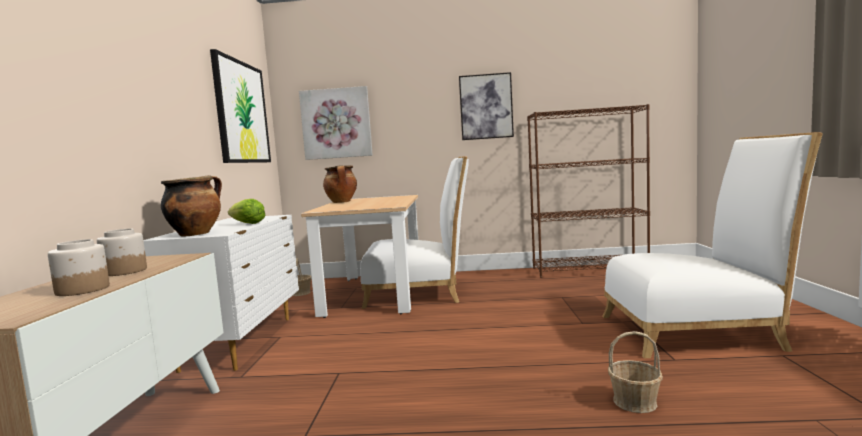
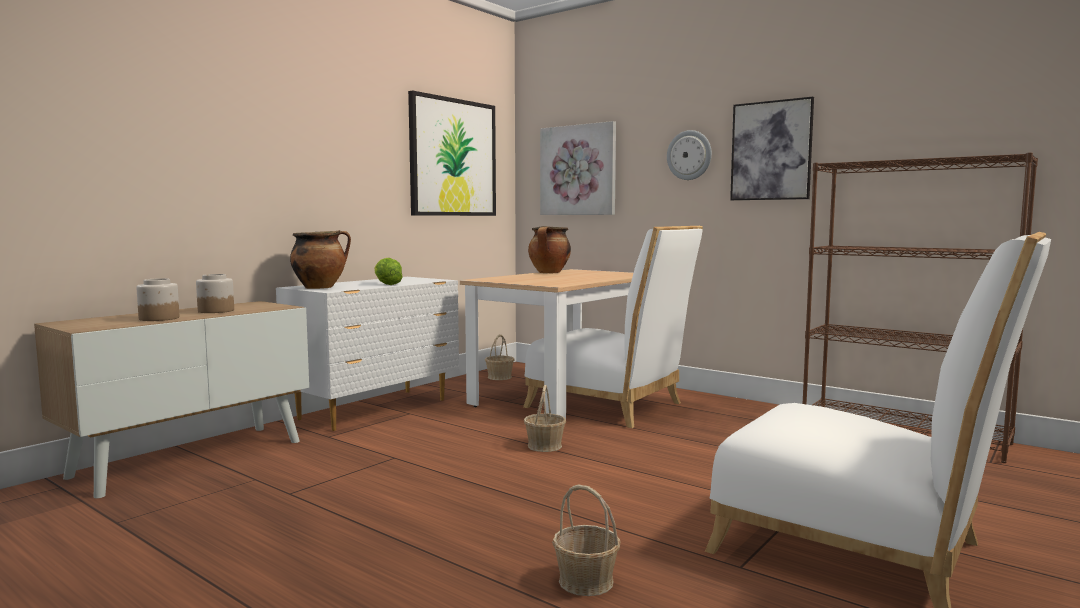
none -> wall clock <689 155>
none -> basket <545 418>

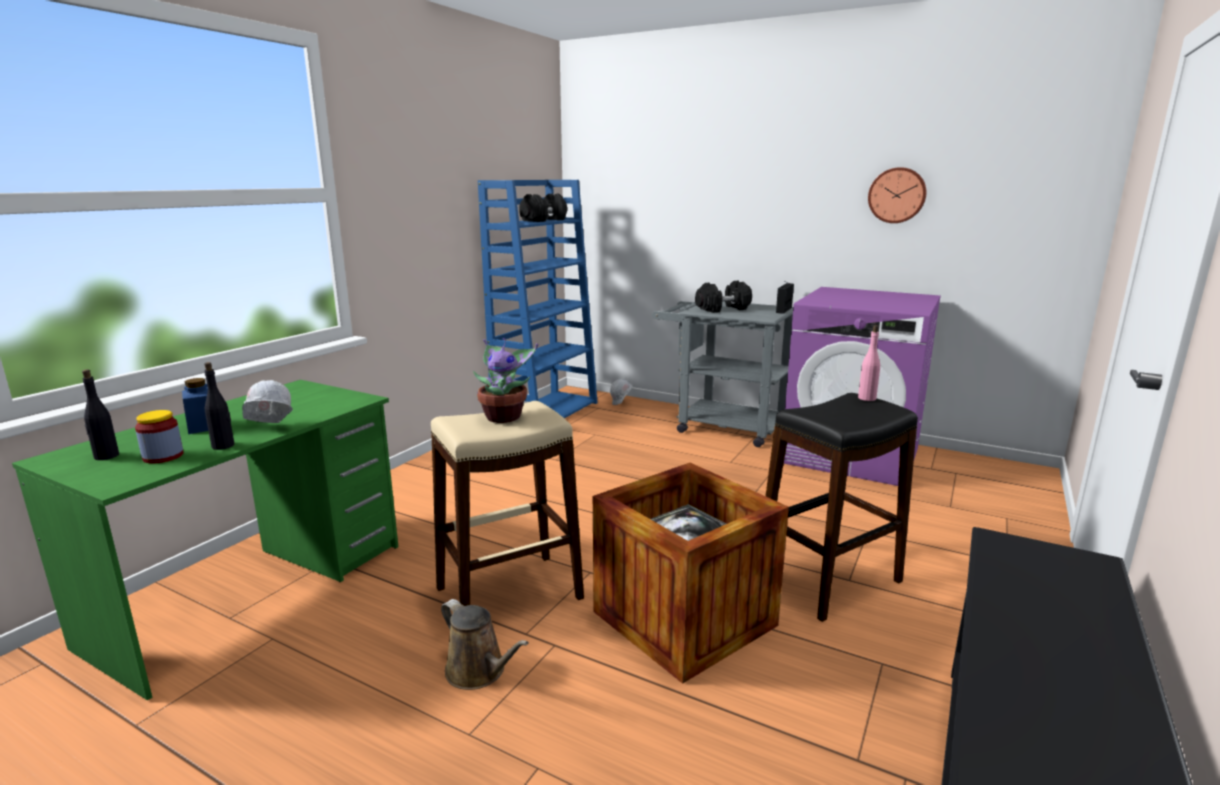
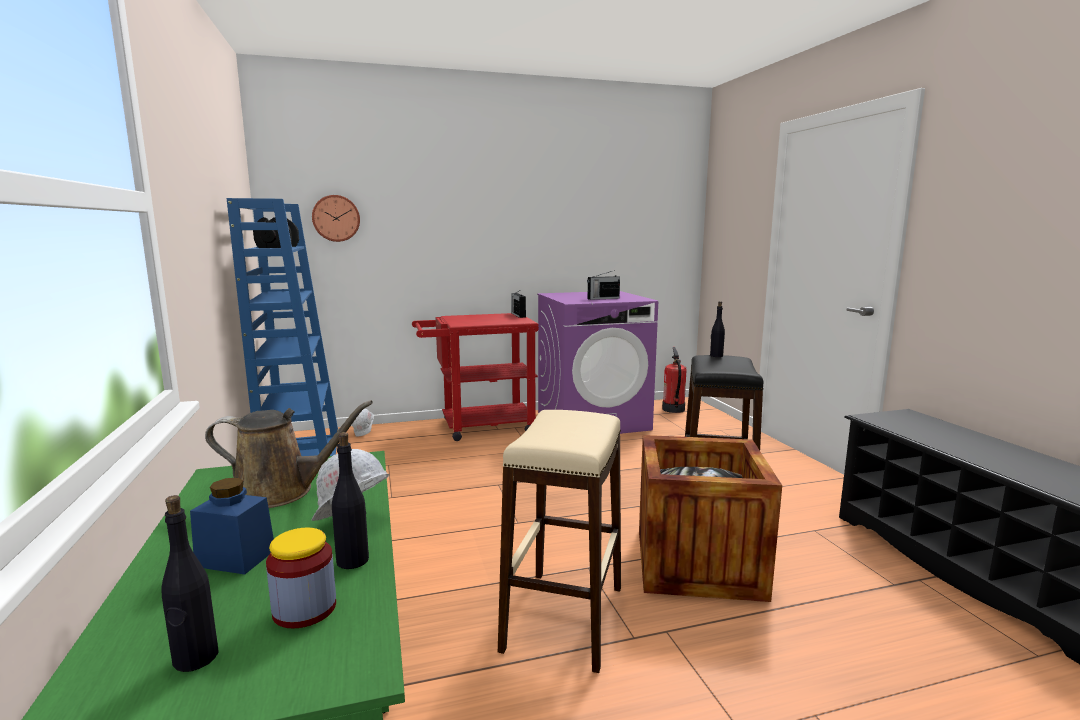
wall clock <897 195> -> wall clock <336 218>, move
black dumbbell <723 296> -> none
grey cart <722 374> -> red cart <475 377>
pink bottle <869 363> -> black bottle <717 329>
potted plant <505 380> -> none
brown watering can <485 644> -> brown watering can <289 454>, move
none -> radio <603 285>
none -> fire extinguisher <674 380>

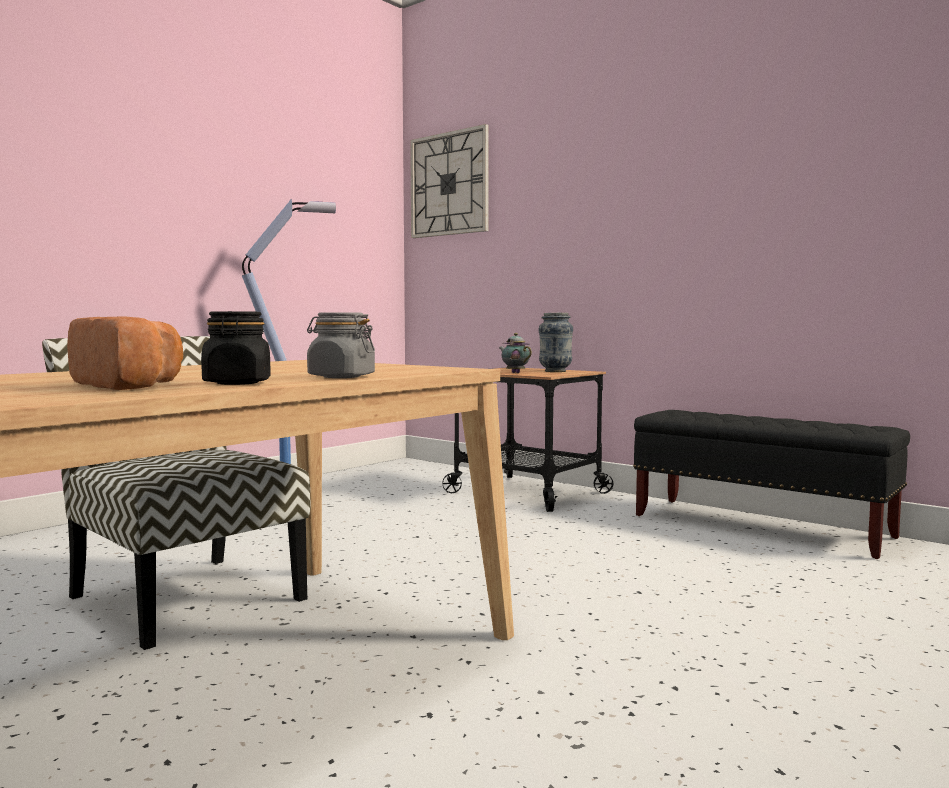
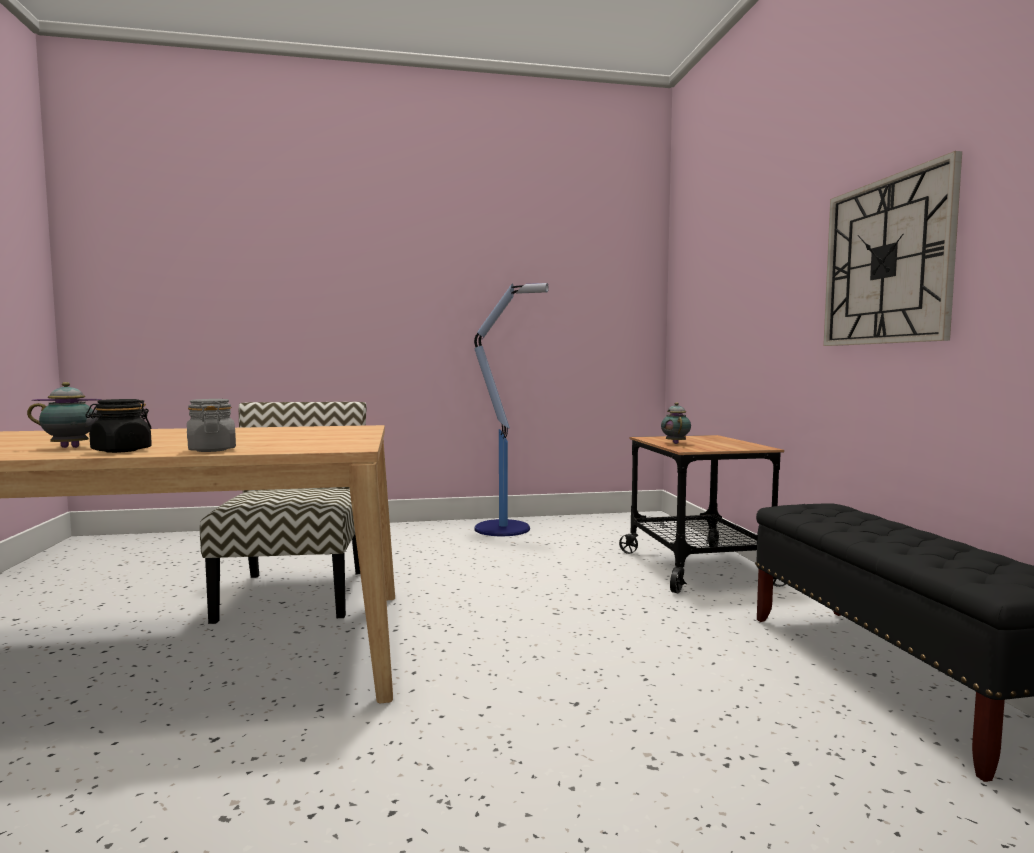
wall clock <449 181> -> wall clock <892 248>, move
vase <555 342> -> none
bread <125 353> -> teapot <64 415>

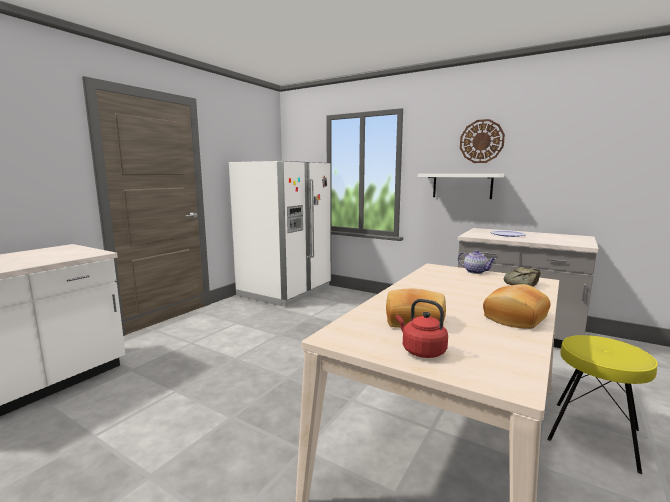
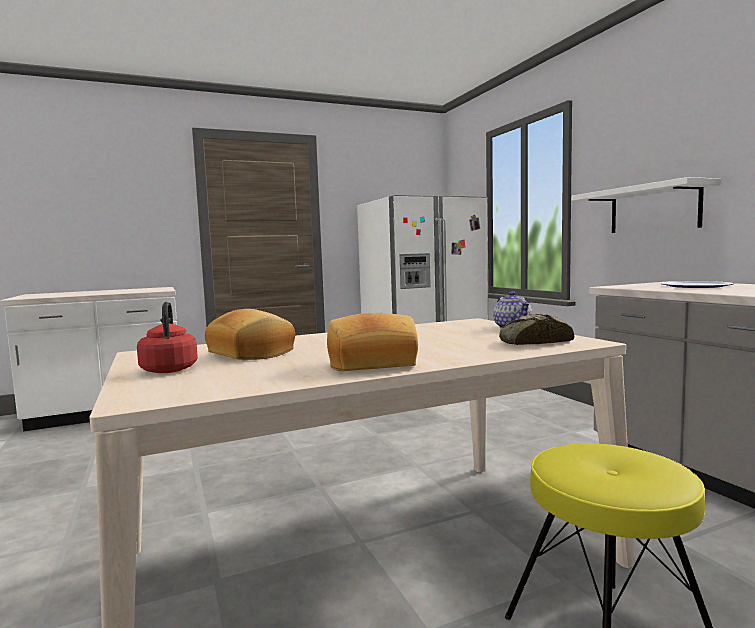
wall clock <482 141> -> none

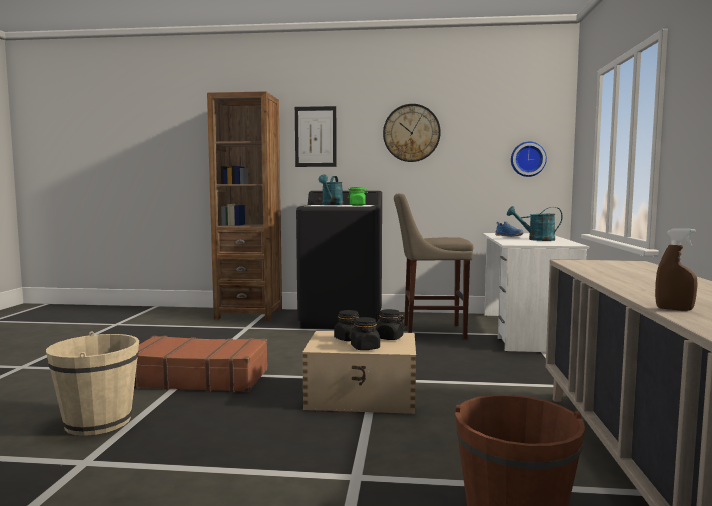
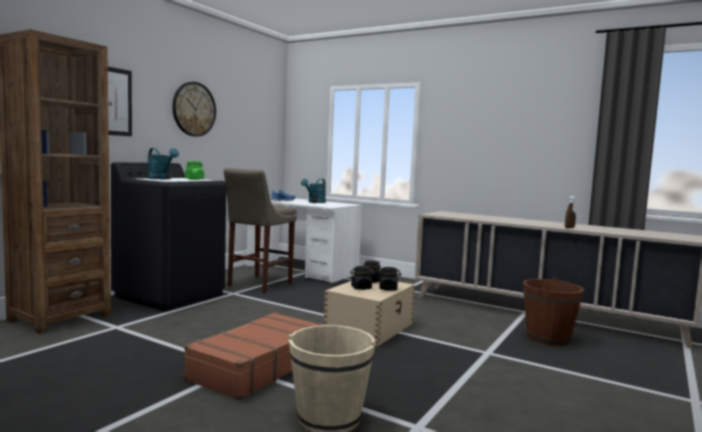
wall clock <529 159> -> none

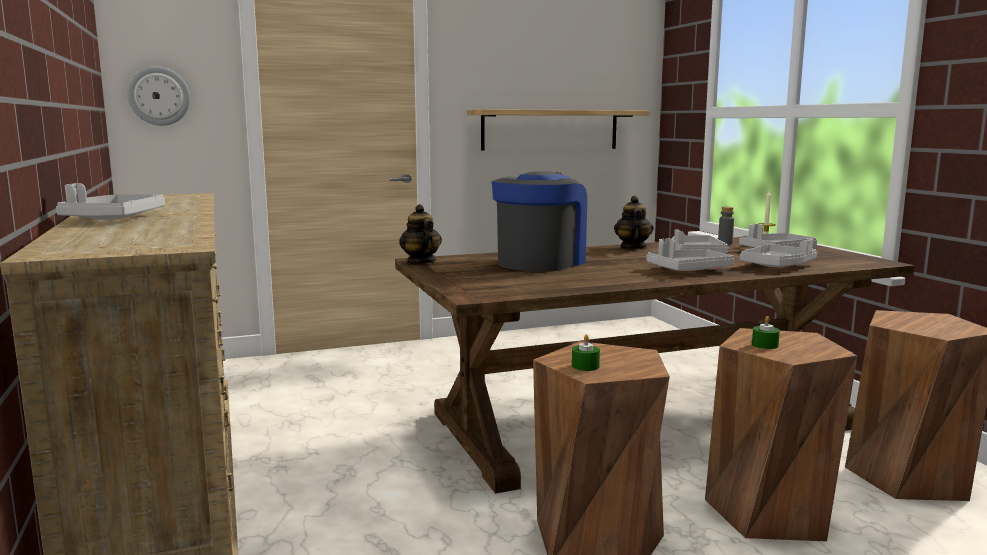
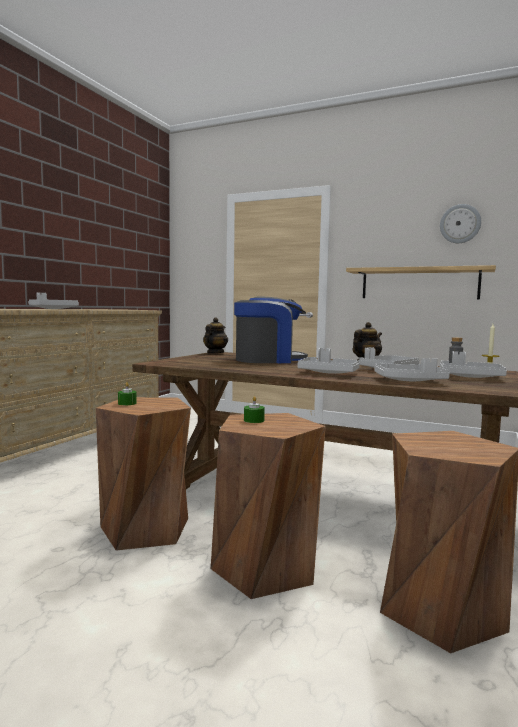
wall clock <158 96> -> wall clock <460 223>, move

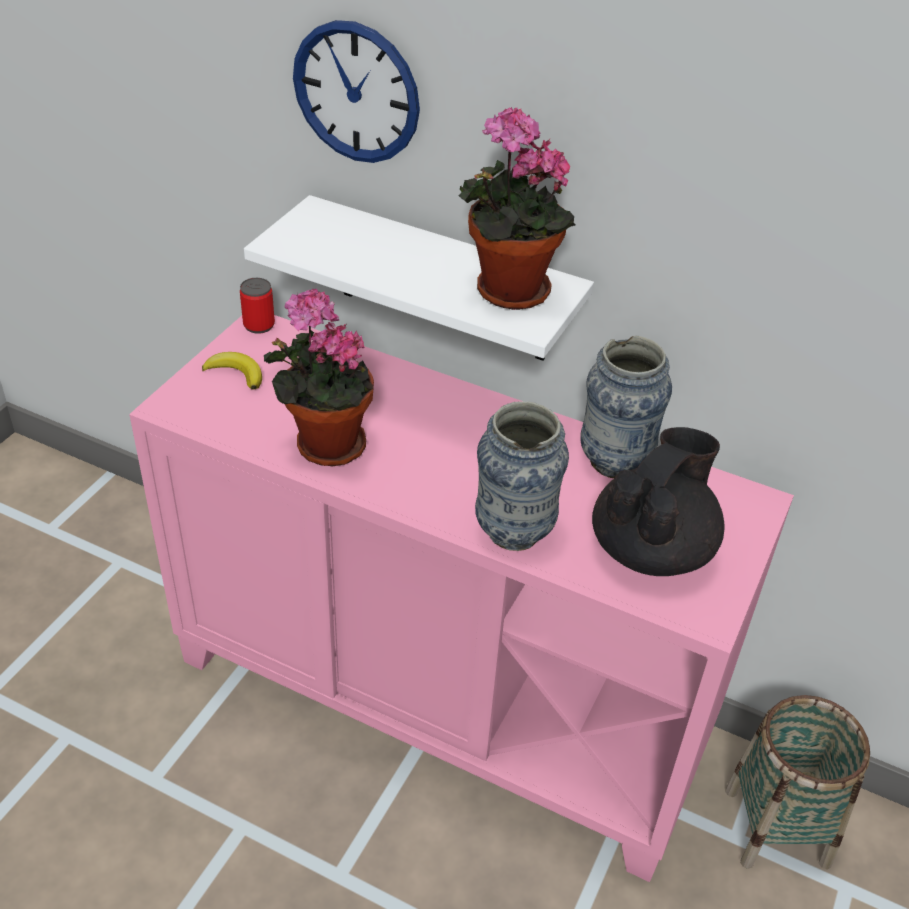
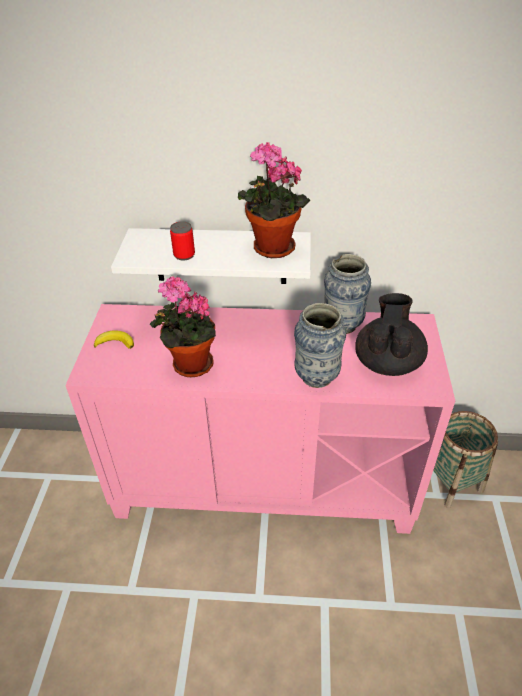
wall clock <356 91> -> none
can <257 306> -> can <182 241>, move

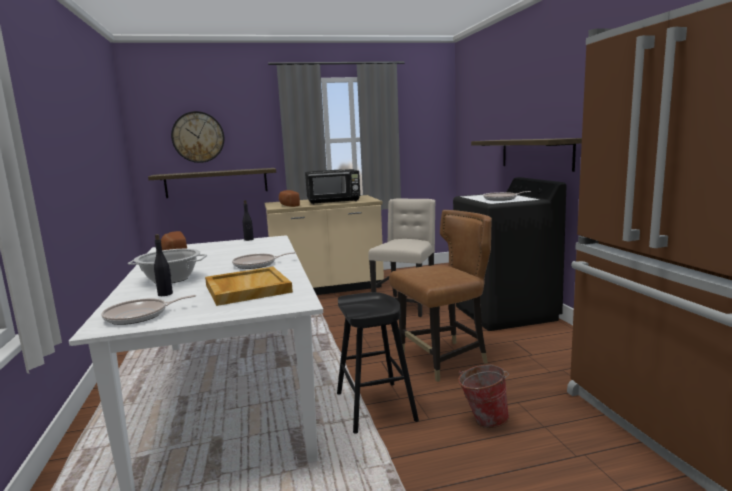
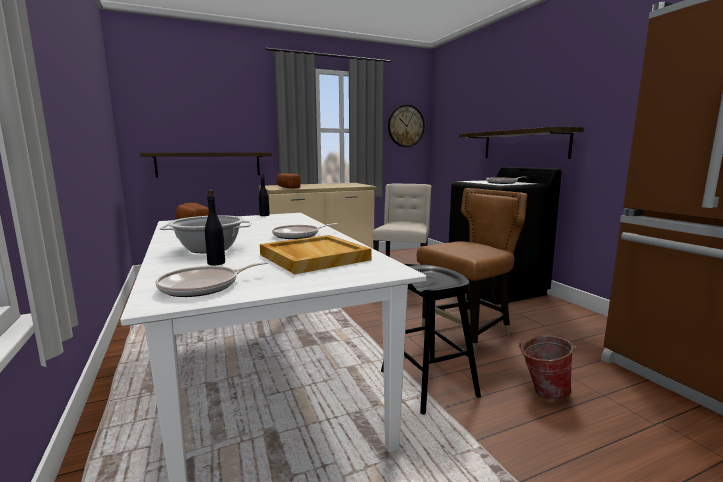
wall clock <197 137> -> wall clock <406 126>, move
black microwave <332 186> -> none

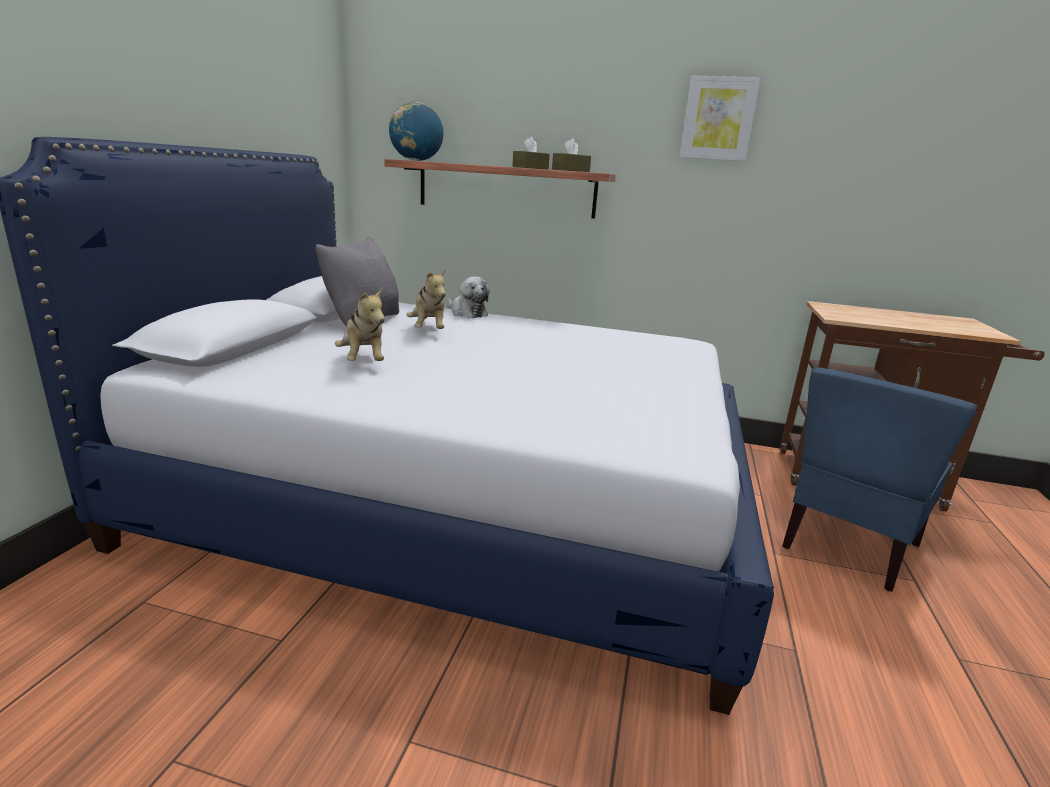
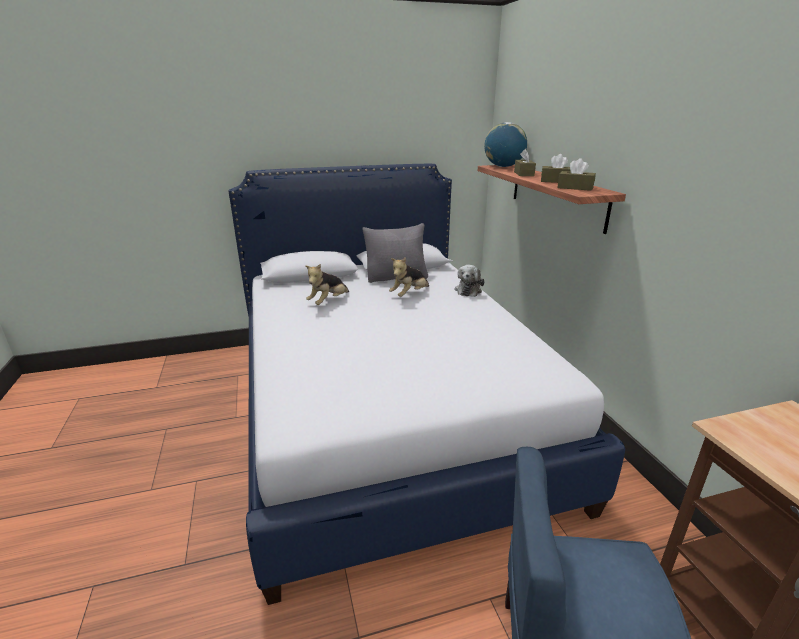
picture <720 118> -> none
none -> brown tissue box <525 162>

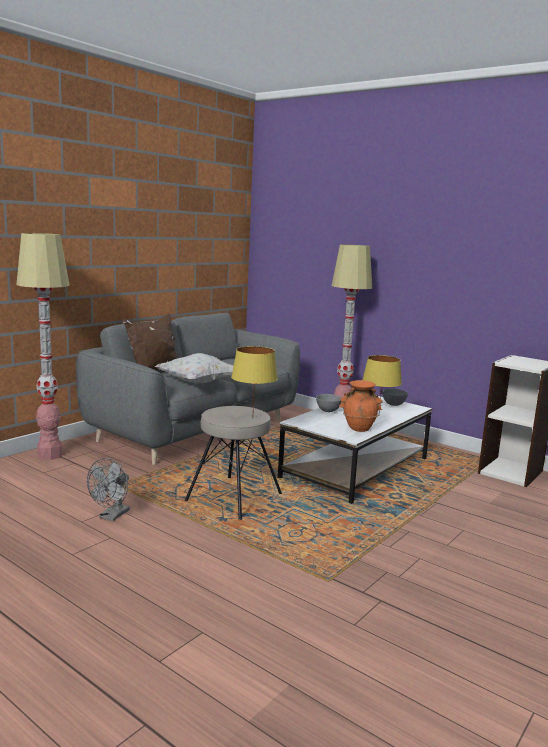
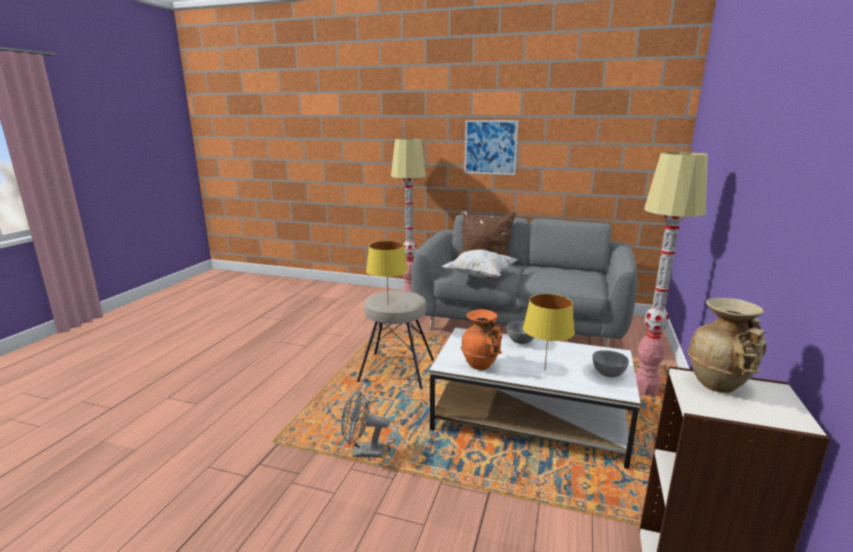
grey fan <108 489> -> grey fan <365 424>, move
none -> picture <491 147>
none -> beige vase <726 345>

